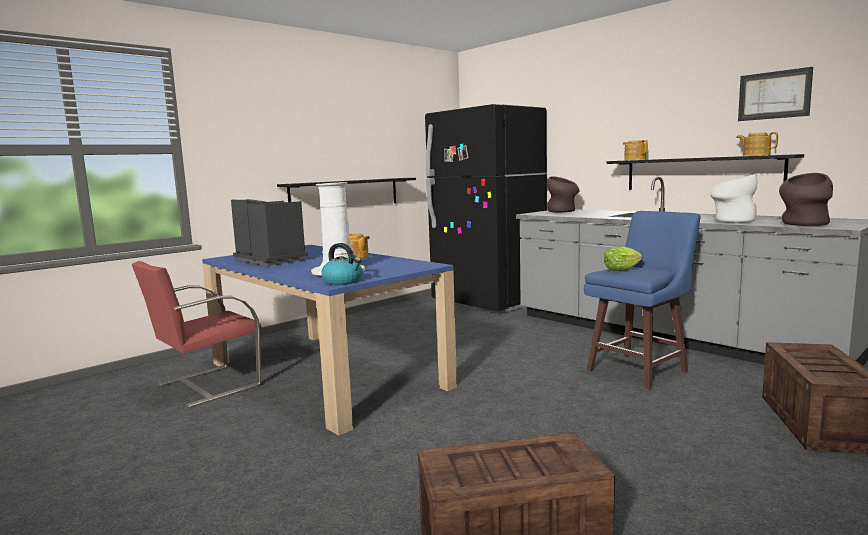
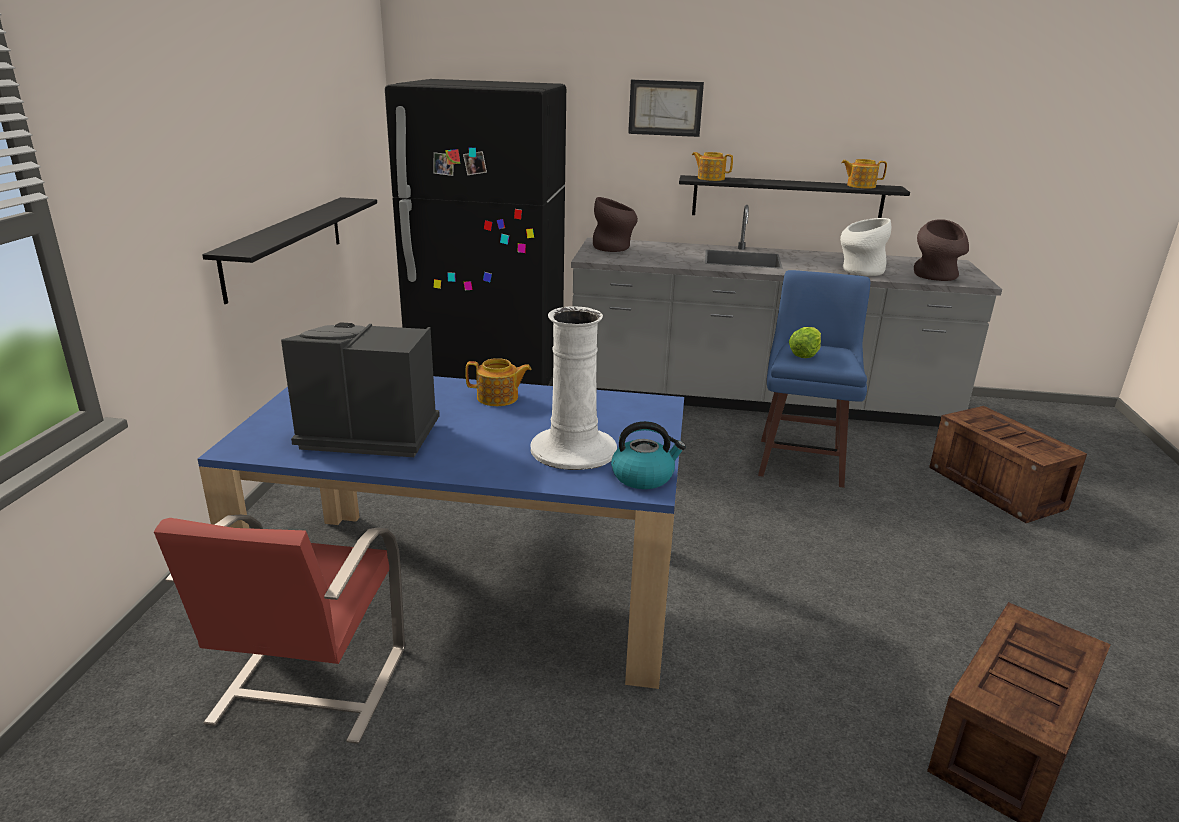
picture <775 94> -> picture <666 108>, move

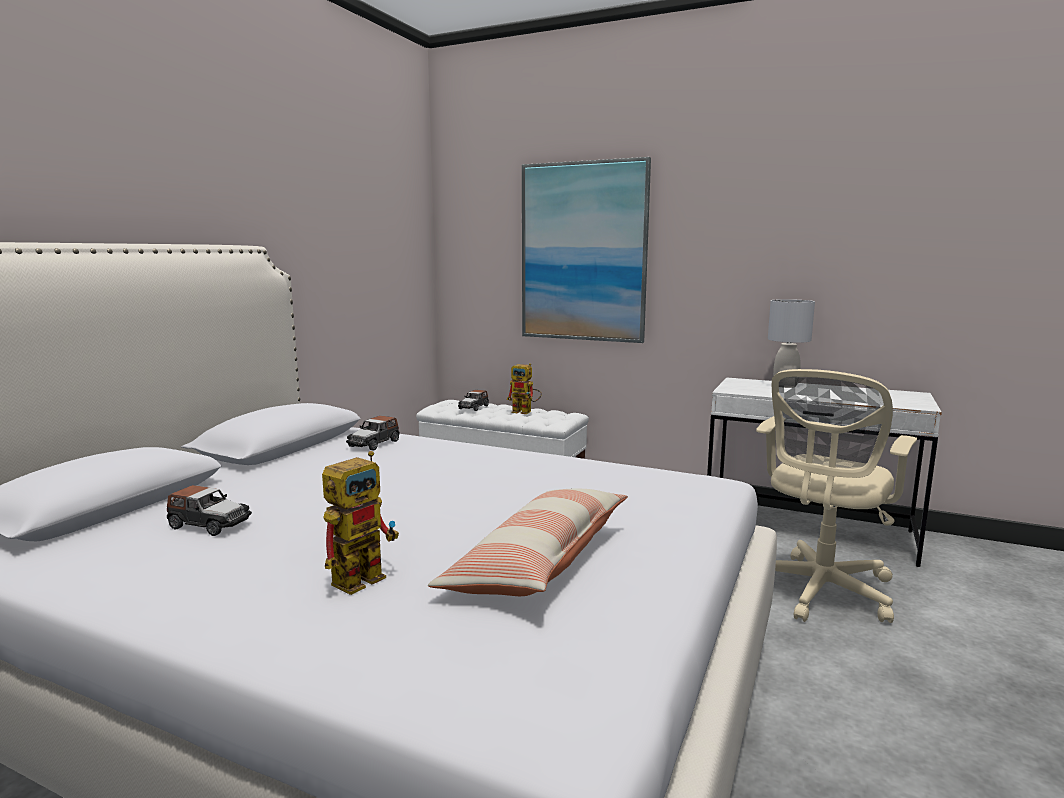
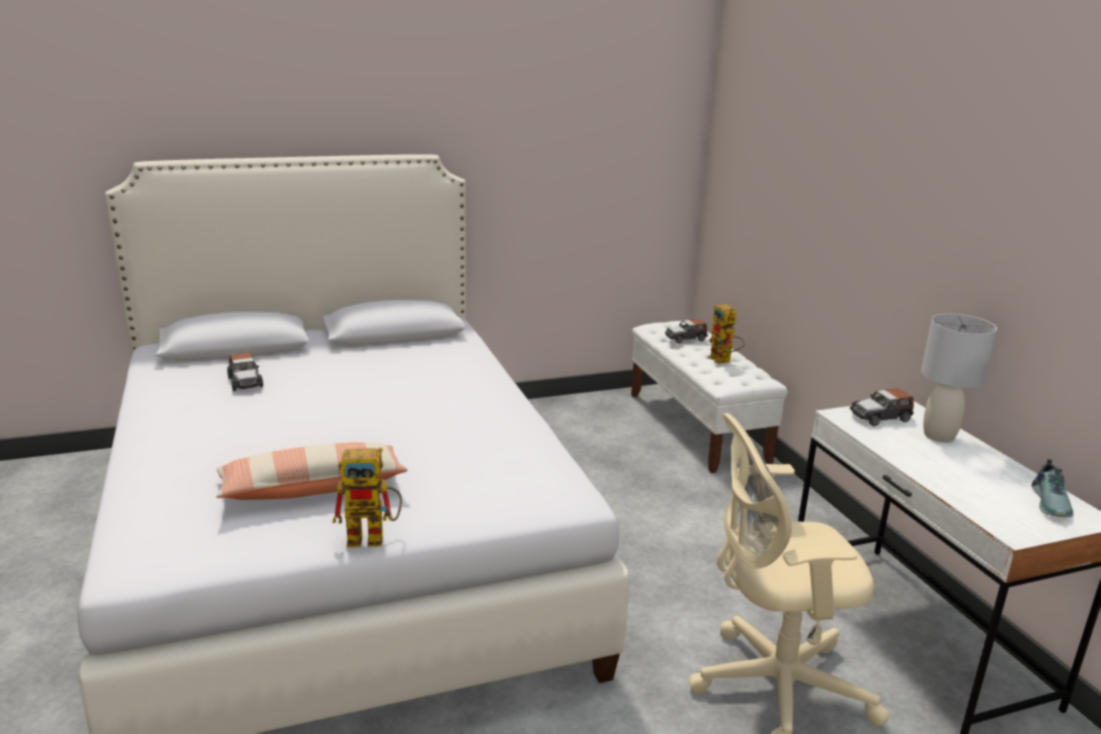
picture <586 250> -> none
toy car <372 433> -> toy car <882 407>, move
toy robot <360 523> -> toy robot <367 497>, move
none -> shoe <1052 488>

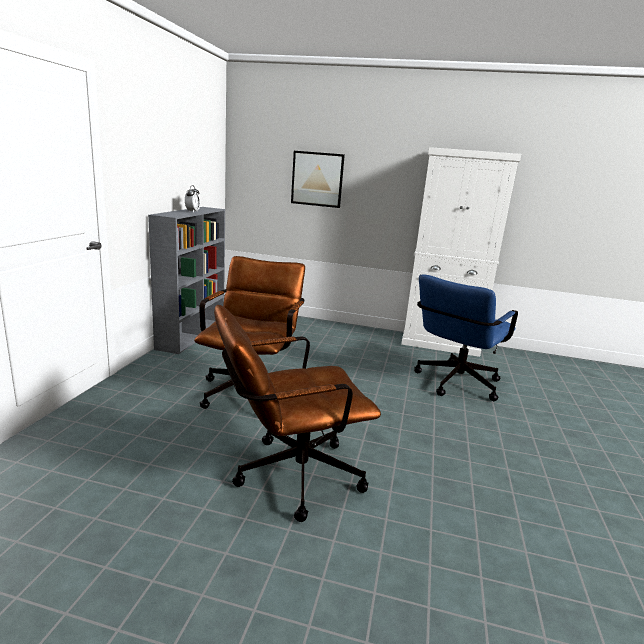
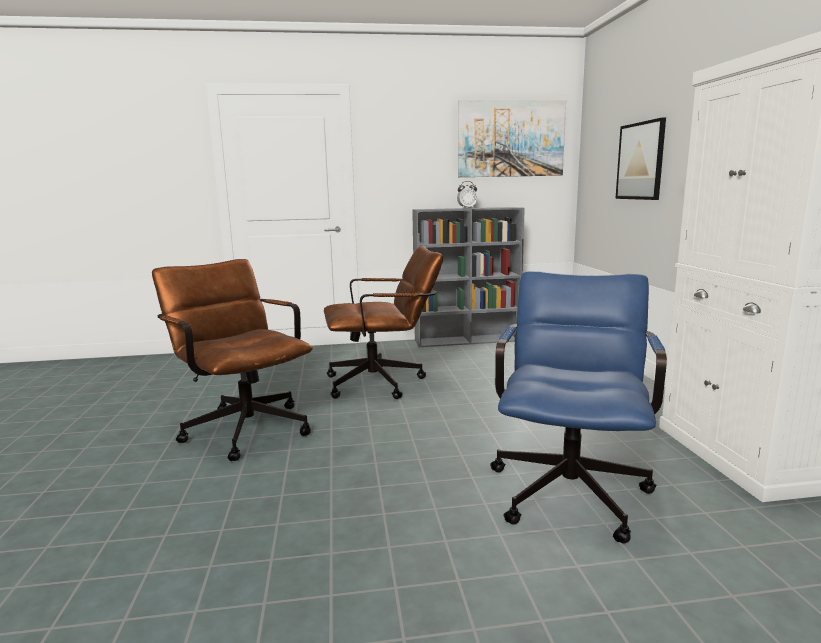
blue office chair <466 338> -> blue office chair <578 407>, 90 degrees clockwise
none -> picture <512 138>

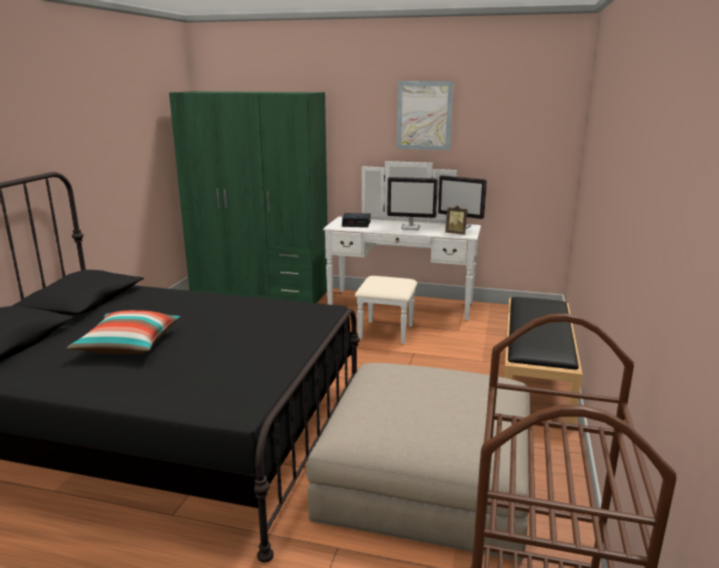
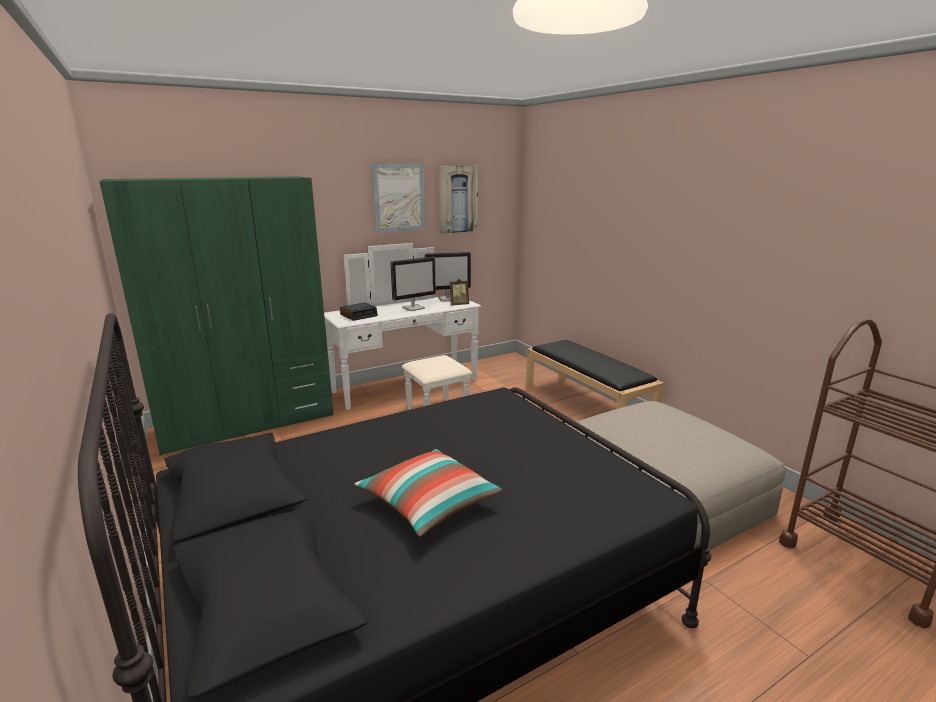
none -> picture <458 200>

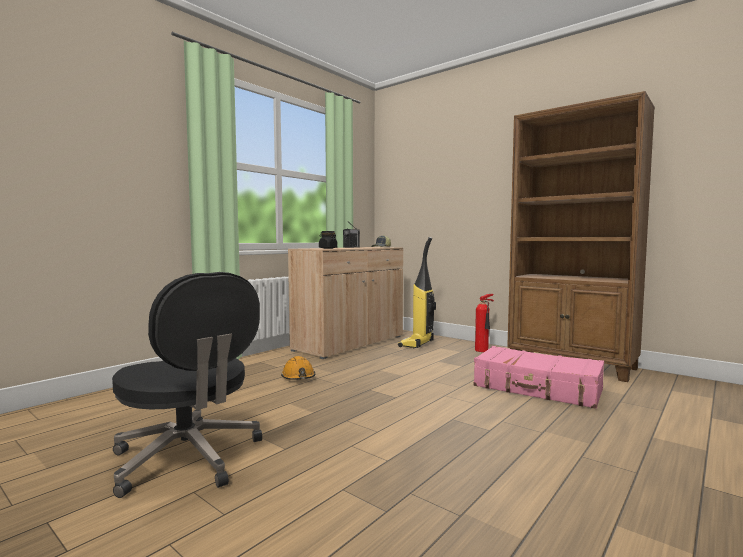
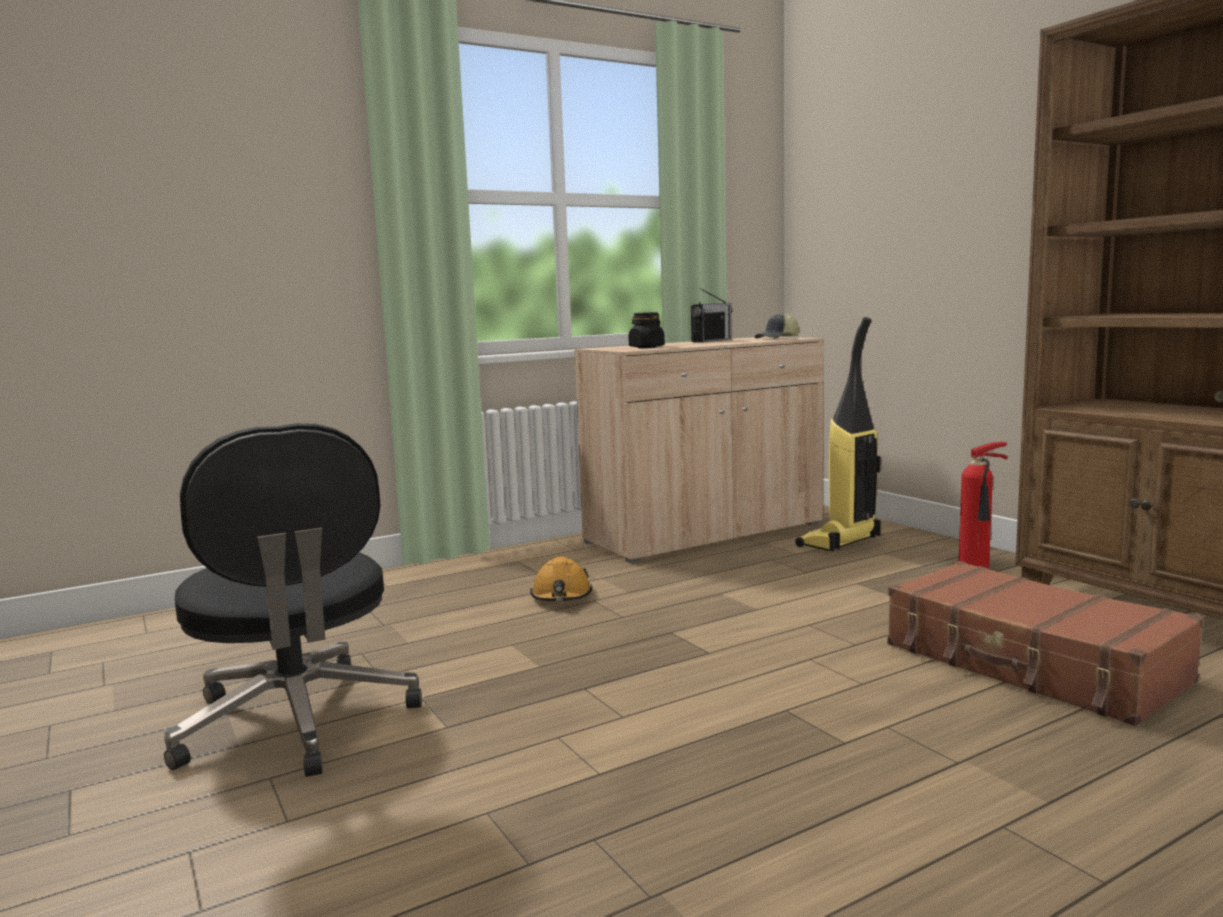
pink suitcase <539 377> -> brown suitcase <1045 643>

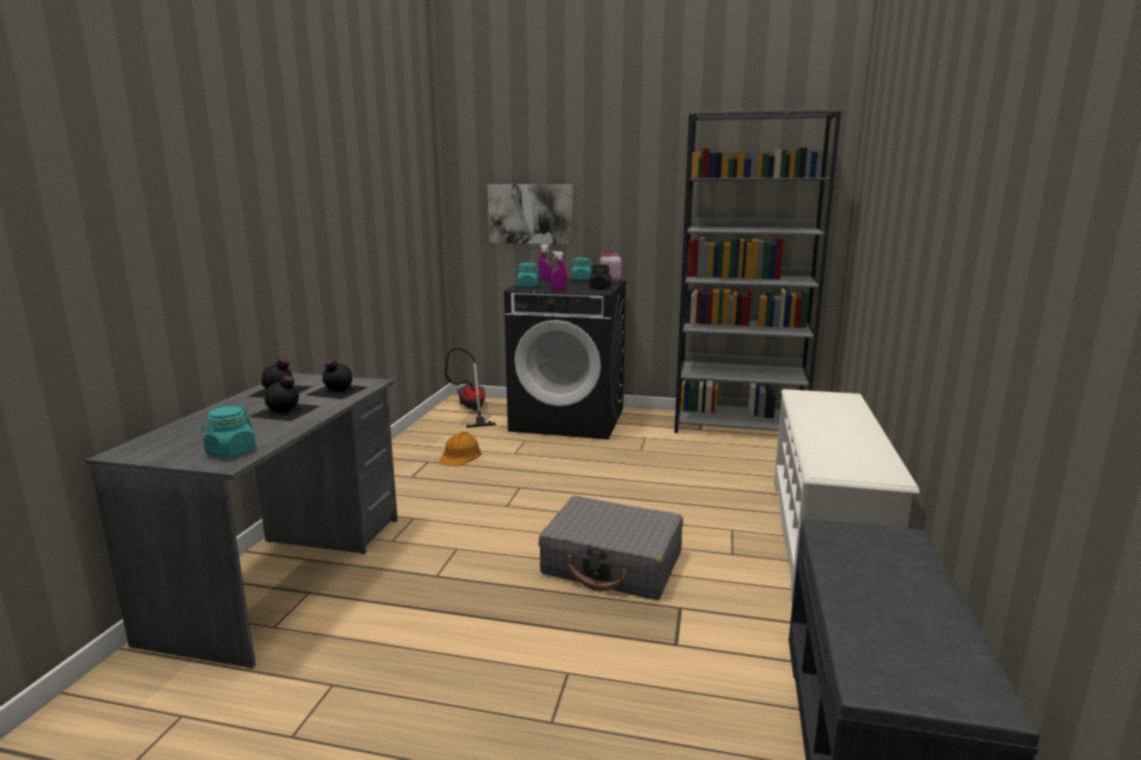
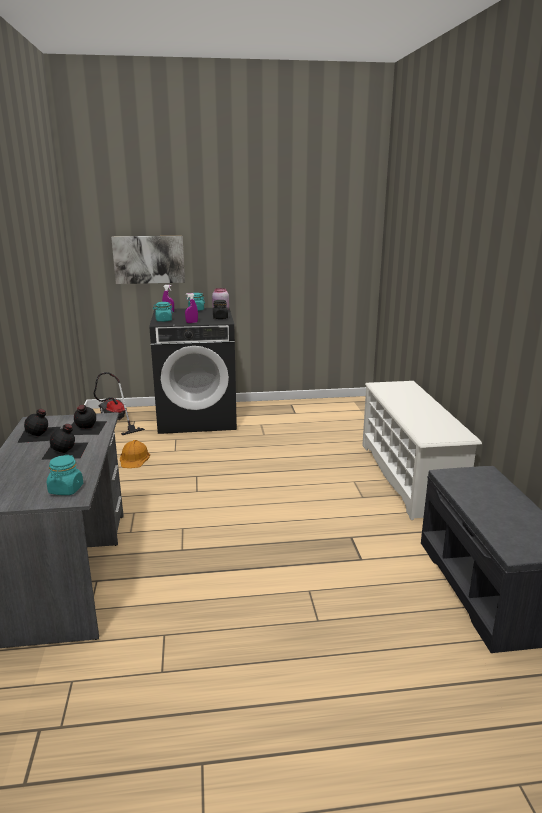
grey bookcase <757 271> -> none
grey suitcase <611 548> -> none

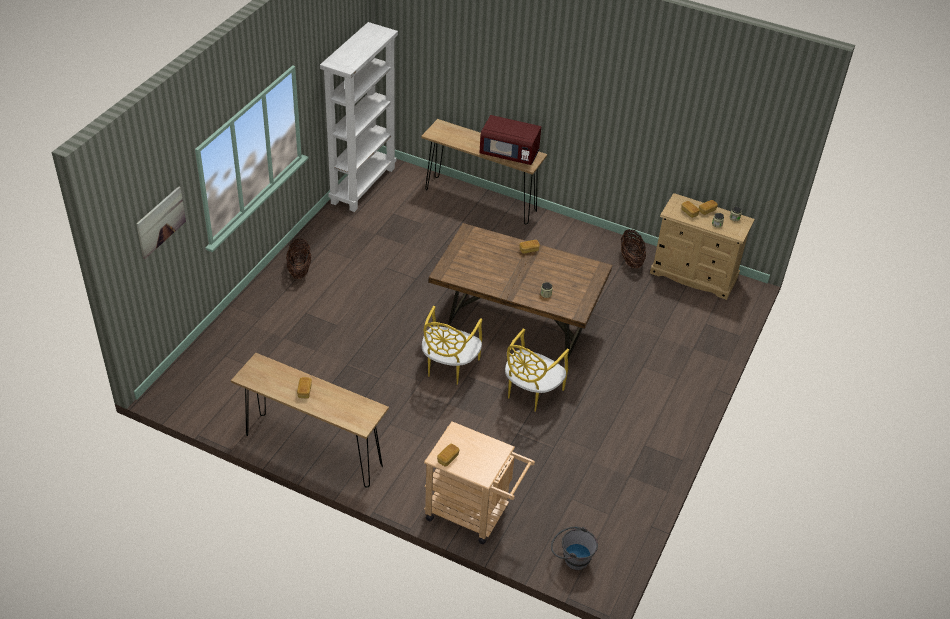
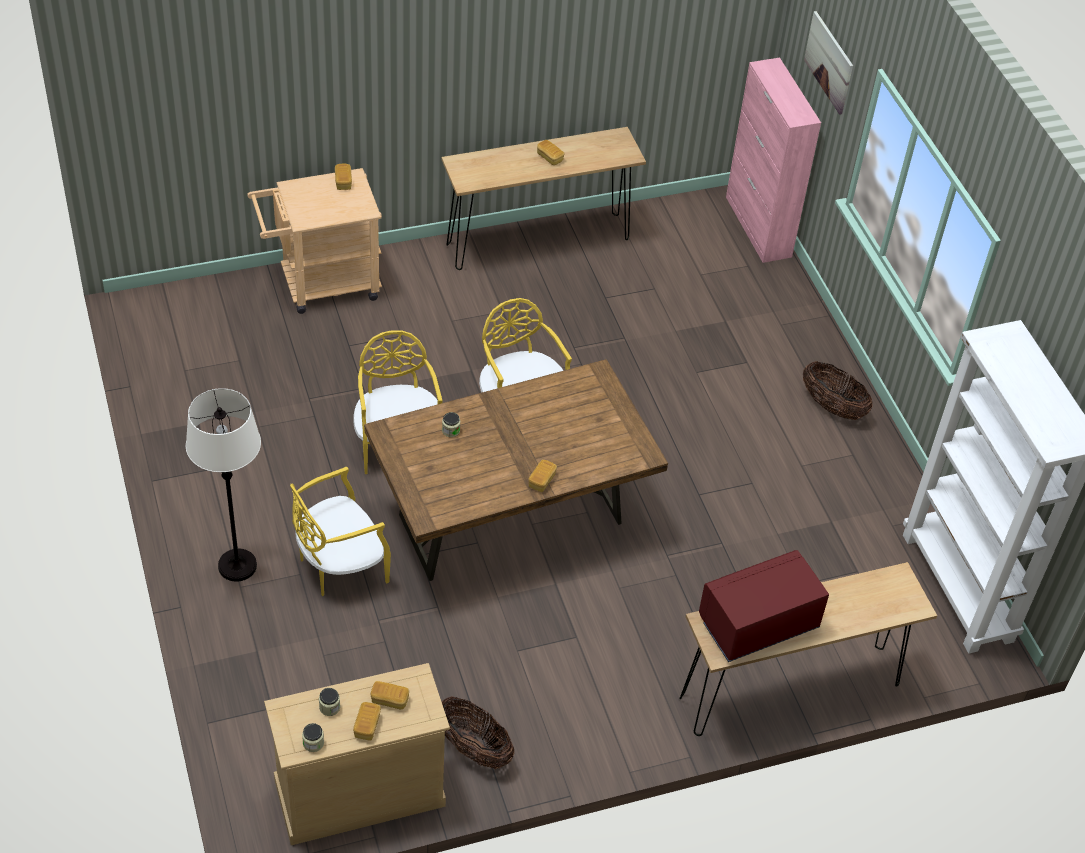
grey bucket <574 548> -> none
none -> pink cabinet <773 160>
none -> white floor lamp <223 485>
none -> yellow chair <340 531>

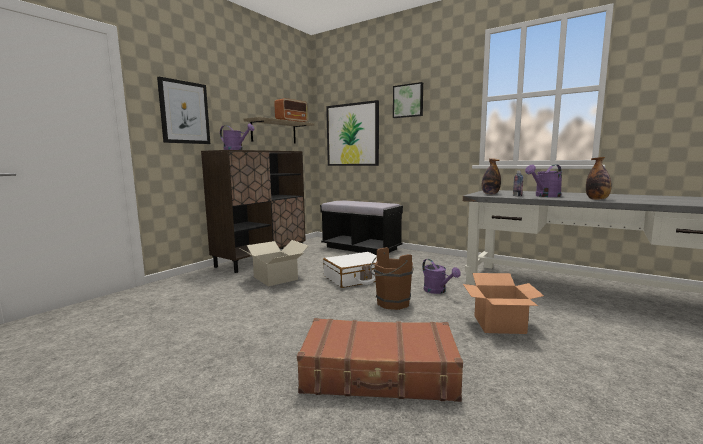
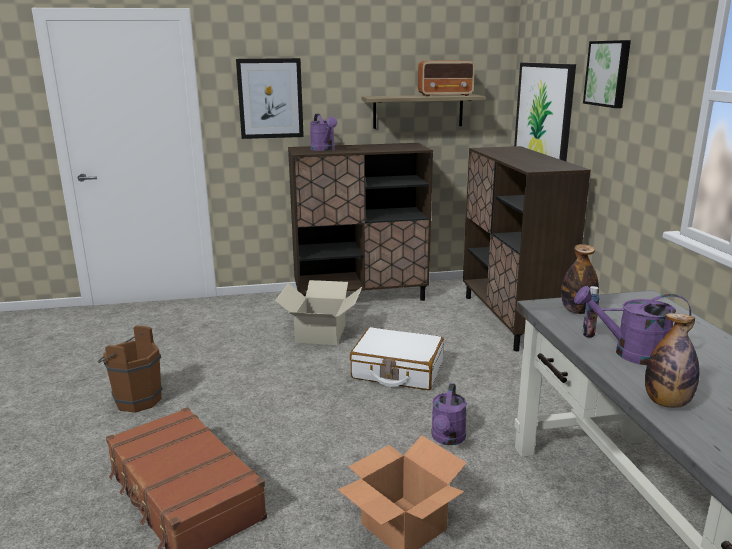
black bench <361 228> -> brown cabinet <527 248>
brown bucket <391 278> -> brown bucket <130 369>, move

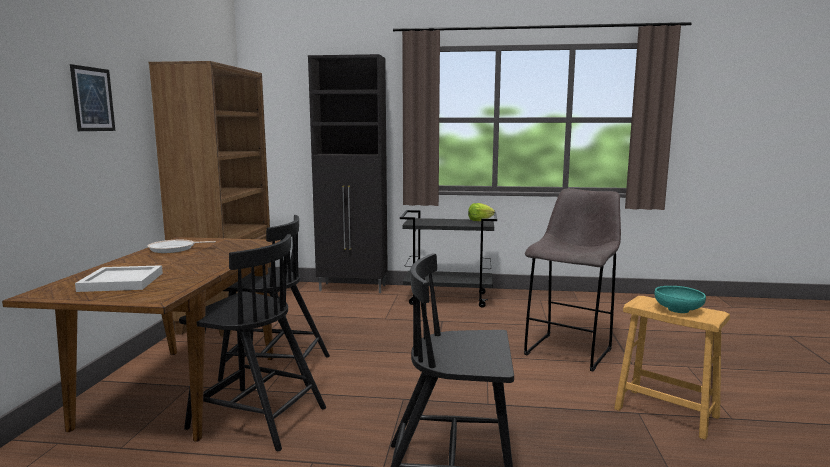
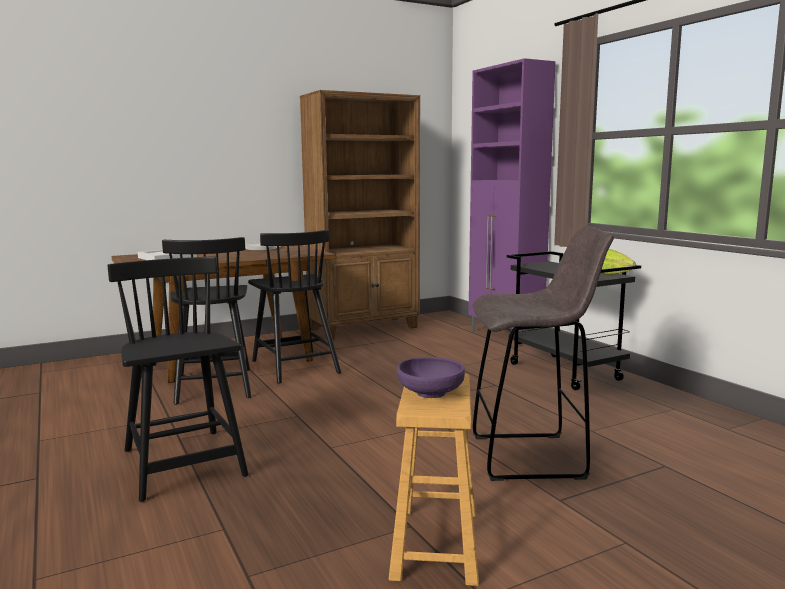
black cabinet <348 173> -> purple cabinet <512 195>
picture <92 97> -> none
turquoise bowl <680 299> -> purple bowl <431 377>

